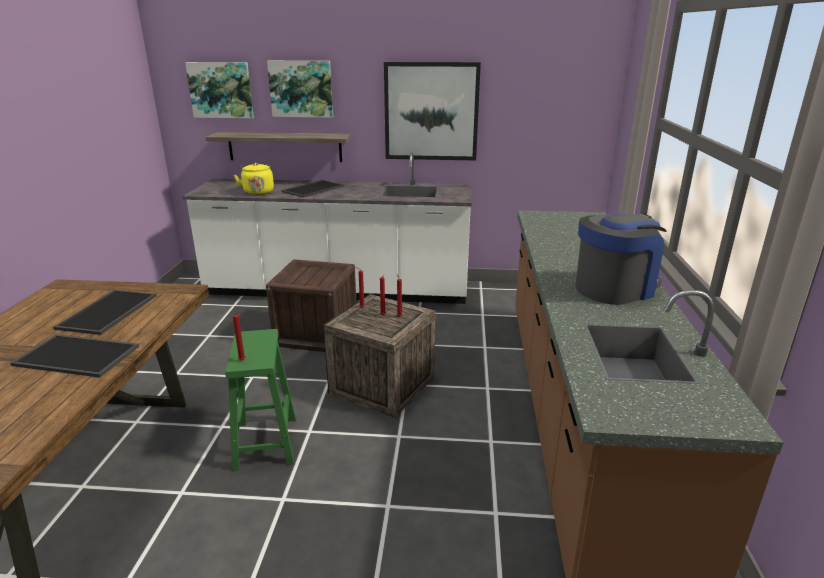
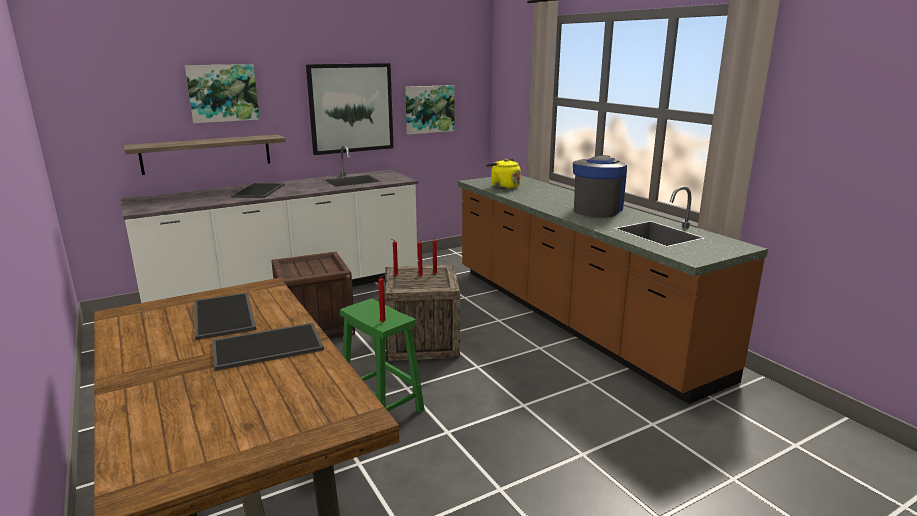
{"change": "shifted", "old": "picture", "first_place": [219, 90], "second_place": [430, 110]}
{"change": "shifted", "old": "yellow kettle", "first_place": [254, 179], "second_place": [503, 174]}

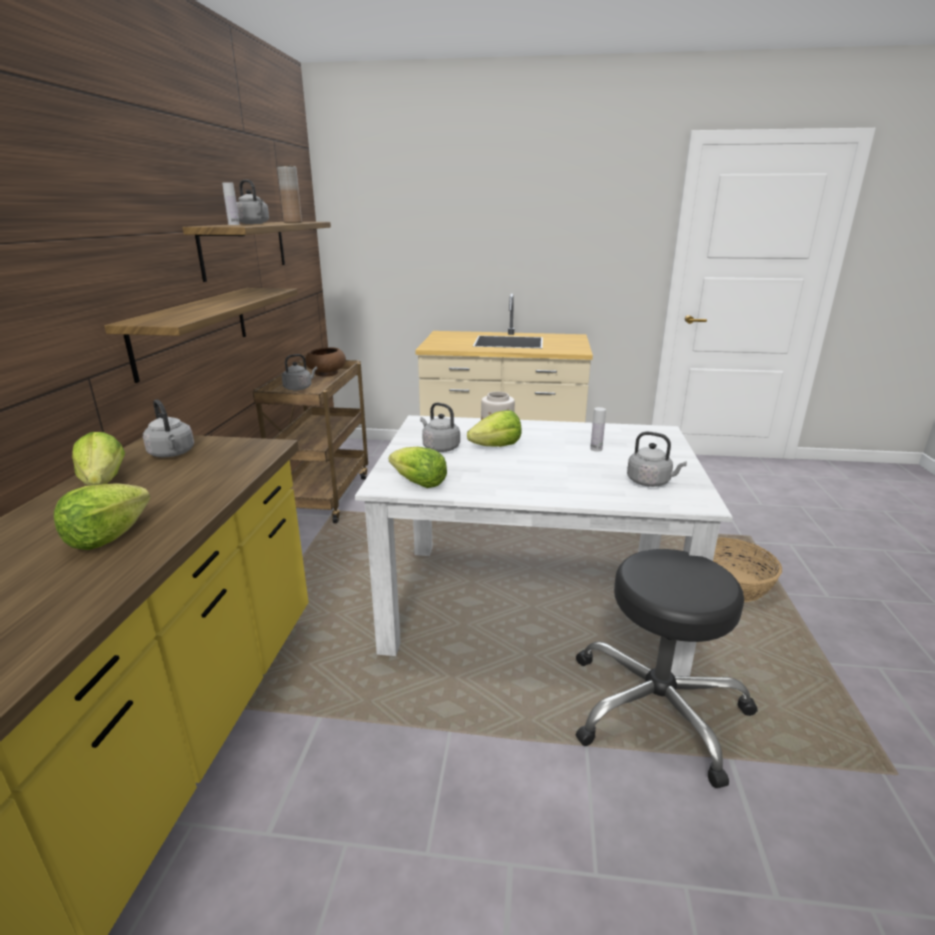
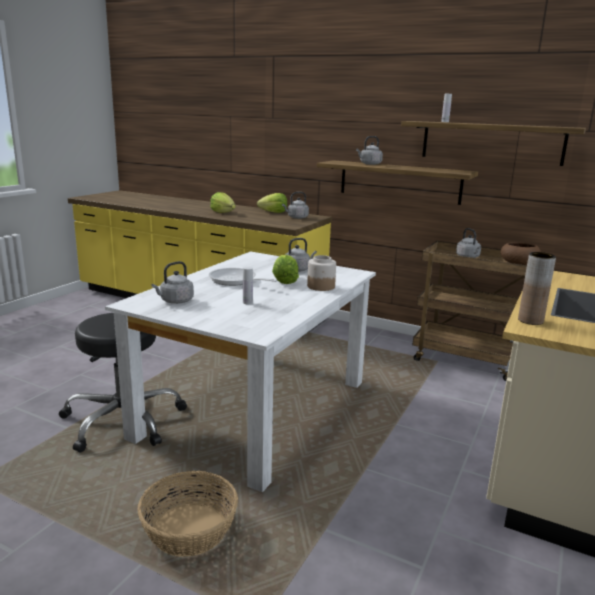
{"change": "shifted", "old": "brown vase", "first_place": [289, 194], "second_place": [537, 288]}
{"change": "shifted", "old": "grey kettle", "first_place": [252, 202], "second_place": [369, 150]}
{"change": "gone", "old": "lettuce", "first_place": [418, 467]}
{"change": "new", "new": "frying pan", "second_place": [243, 277]}

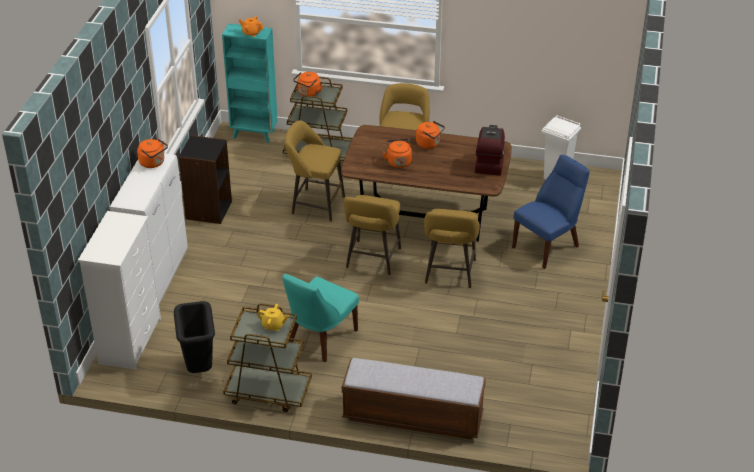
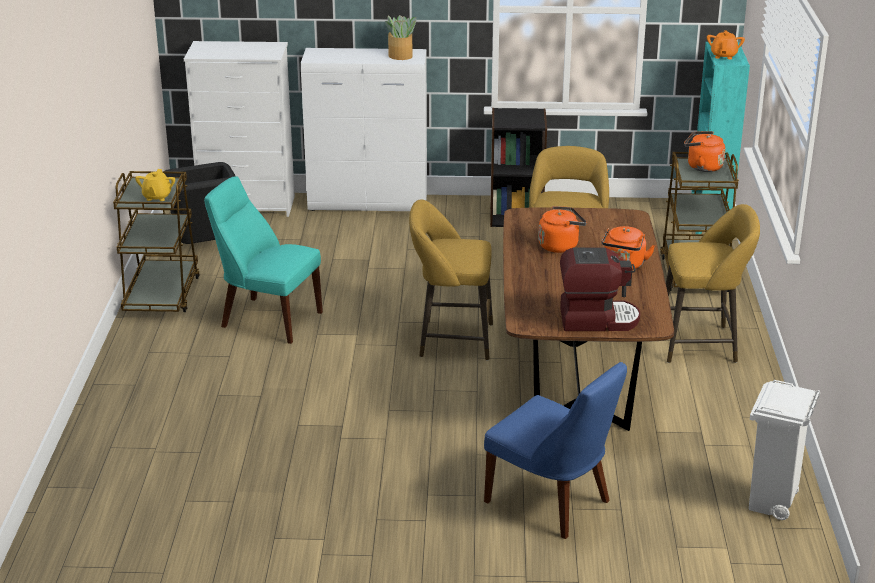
{"change": "swapped", "old": "orange kettle", "new": "potted plant", "first_place": [152, 153], "second_place": [400, 37]}
{"change": "gone", "old": "yellow stool", "first_place": [452, 248]}
{"change": "gone", "old": "bench", "first_place": [414, 399]}

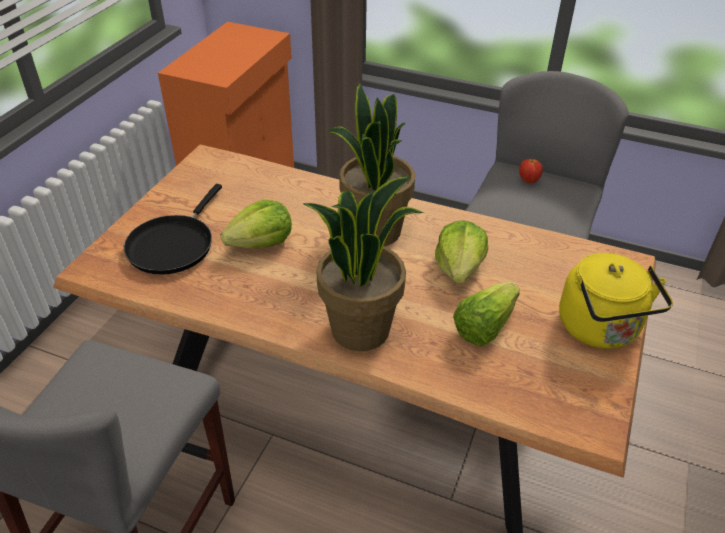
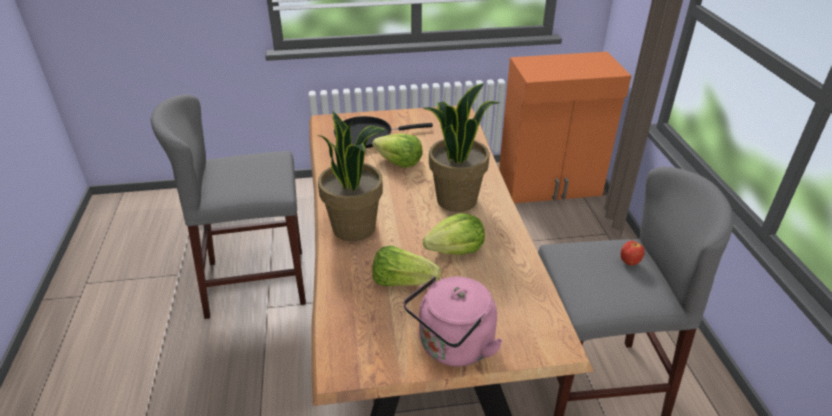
{"change": "repainted", "old": "yellow kettle", "new": "pink kettle", "first_place": [616, 301], "second_place": [453, 321]}

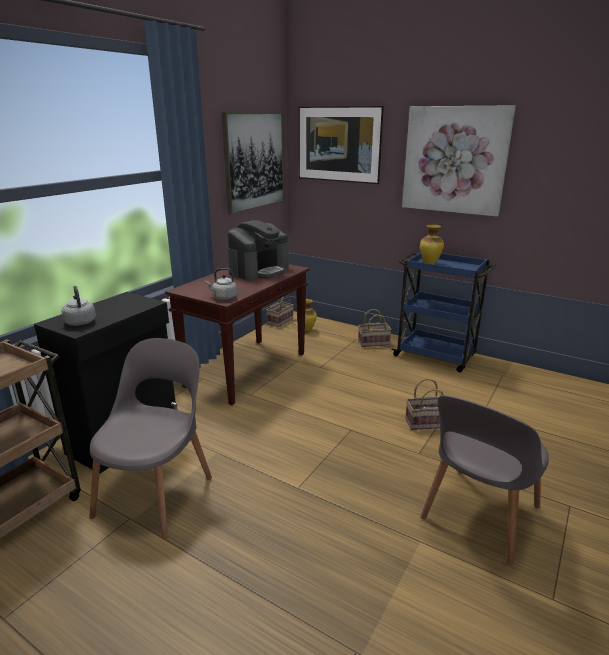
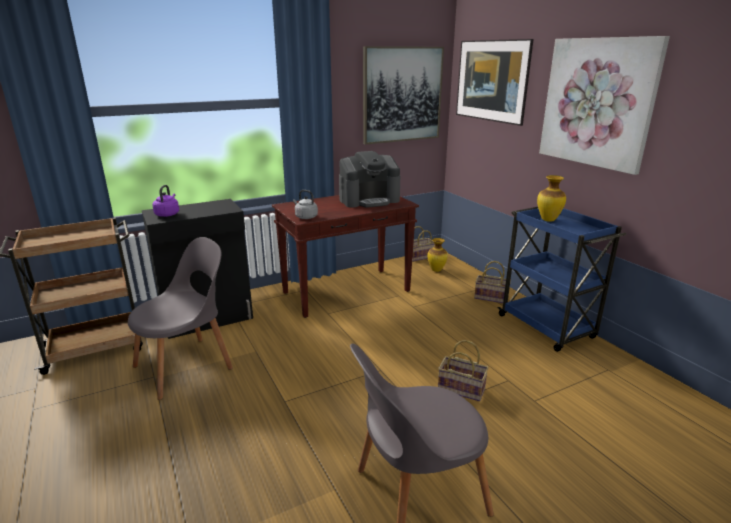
{"change": "repainted", "old": "grey kettle", "new": "purple kettle", "first_place": [79, 306], "second_place": [165, 201]}

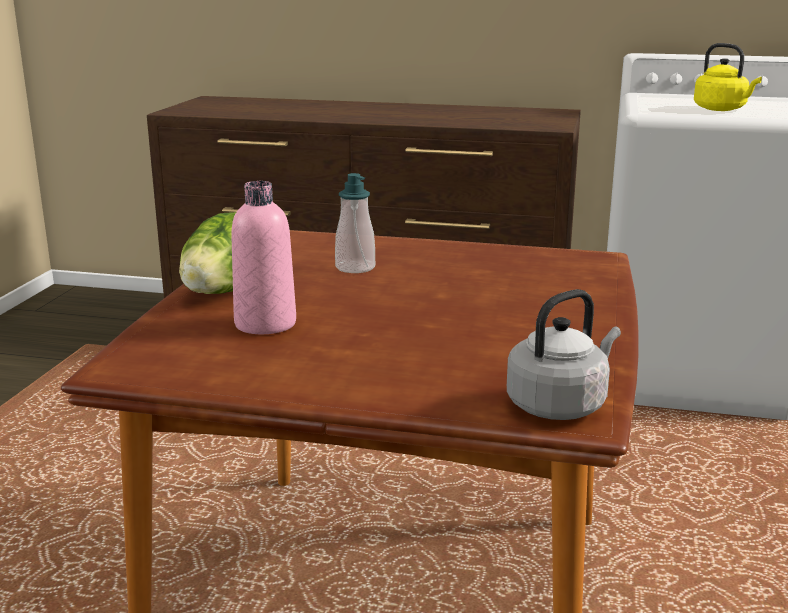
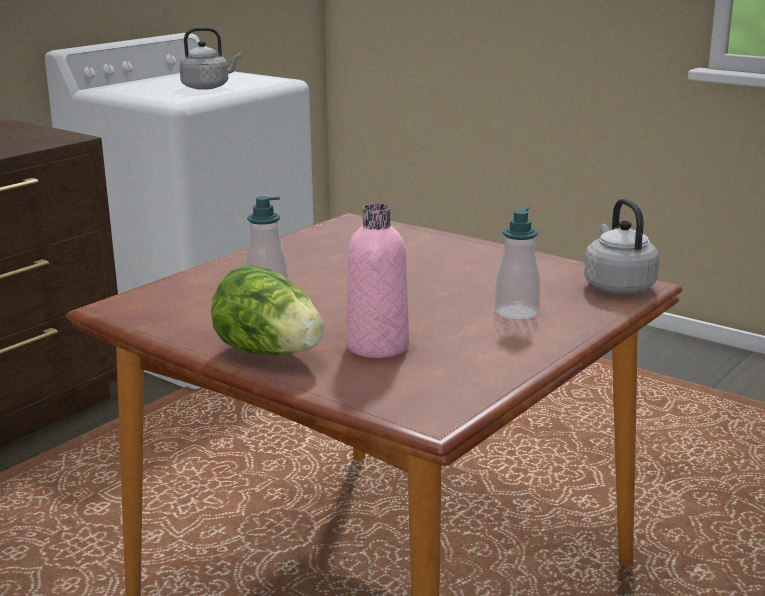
{"change": "repainted", "old": "yellow kettle", "new": "grey kettle", "first_place": [728, 77], "second_place": [210, 58]}
{"change": "new", "new": "soap dispenser", "second_place": [517, 263]}

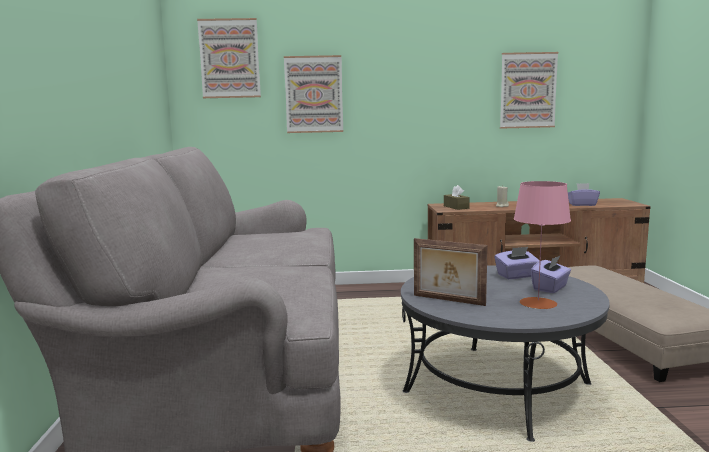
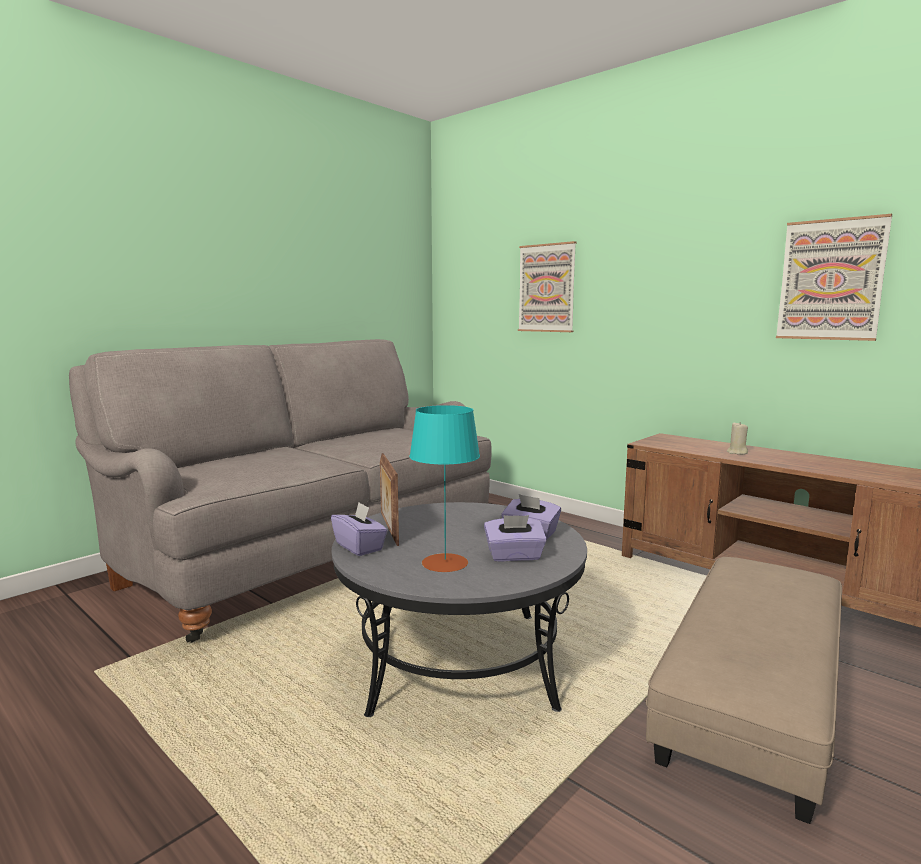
{"change": "gone", "old": "picture", "first_place": [229, 58]}
{"change": "repainted", "old": "pink table lamp", "new": "turquoise table lamp", "first_place": [542, 245], "second_place": [444, 488]}
{"change": "shifted", "old": "purple tissue box", "first_place": [584, 194], "second_place": [359, 529]}
{"change": "gone", "old": "brown tissue box", "first_place": [457, 197]}

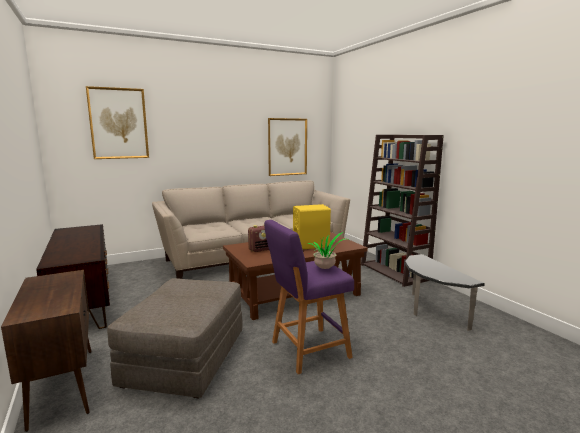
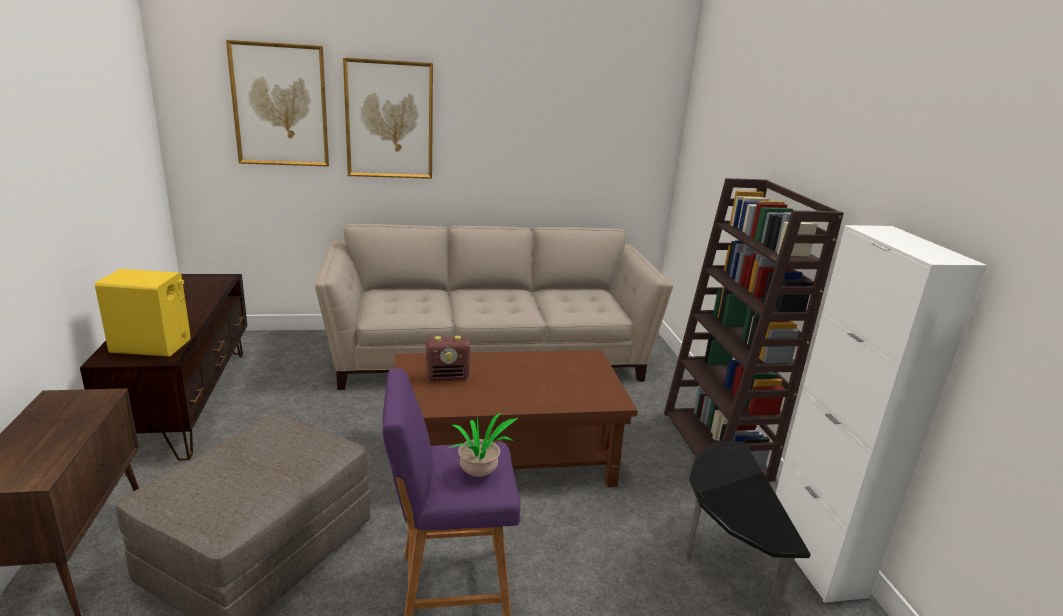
{"change": "shifted", "old": "picture", "first_place": [287, 147], "second_place": [388, 118]}
{"change": "shifted", "old": "yellow speaker", "first_place": [312, 226], "second_place": [143, 313]}
{"change": "new", "new": "white cabinet", "second_place": [881, 414]}

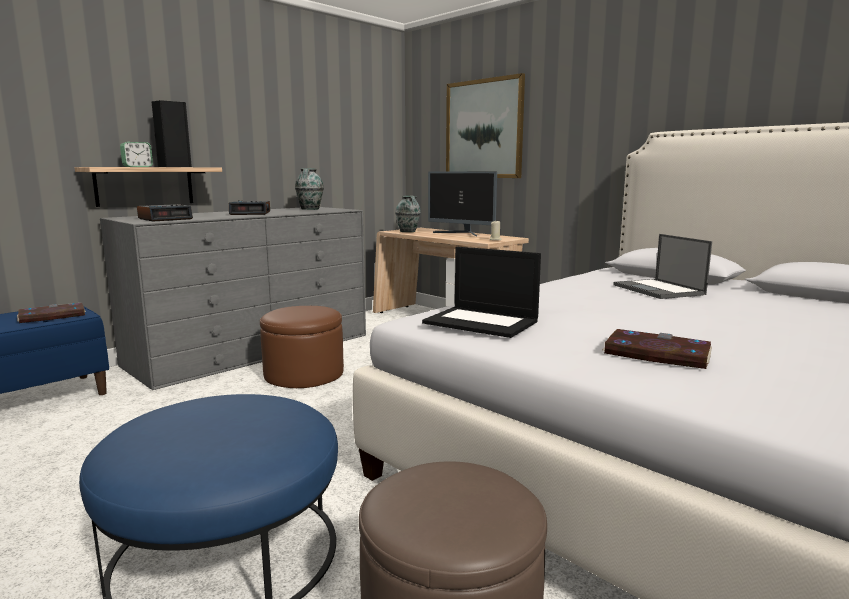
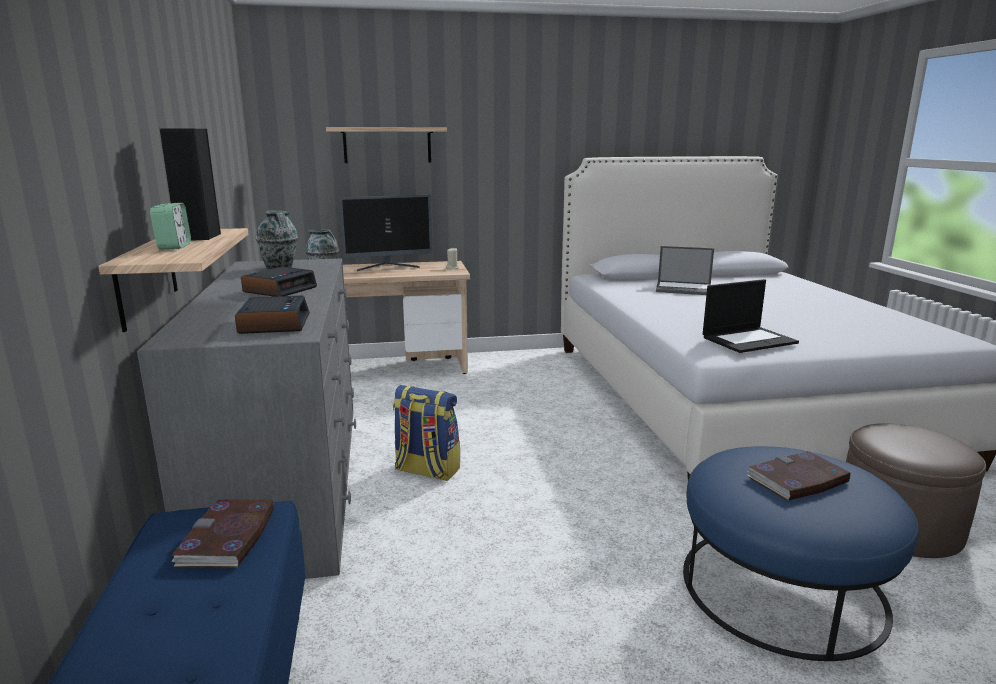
{"change": "swapped", "old": "picture", "new": "shelf", "first_place": [485, 125], "second_place": [386, 145]}
{"change": "swapped", "old": "brown ottoman", "new": "backpack", "first_place": [302, 347], "second_place": [426, 433]}
{"change": "shifted", "old": "book", "first_place": [657, 349], "second_place": [799, 476]}

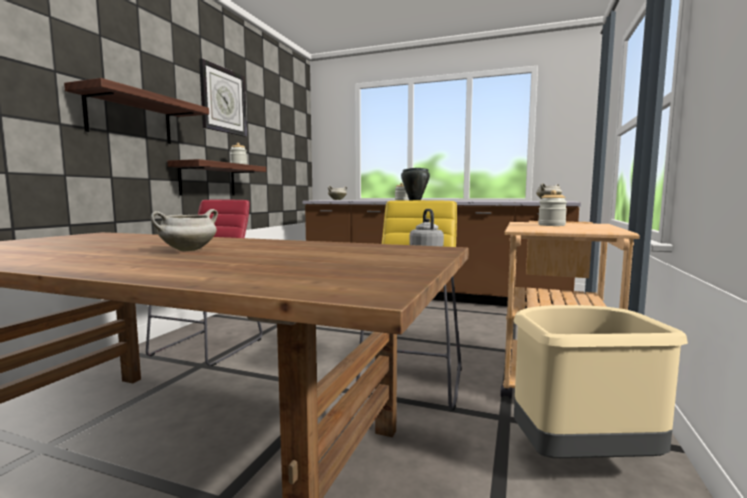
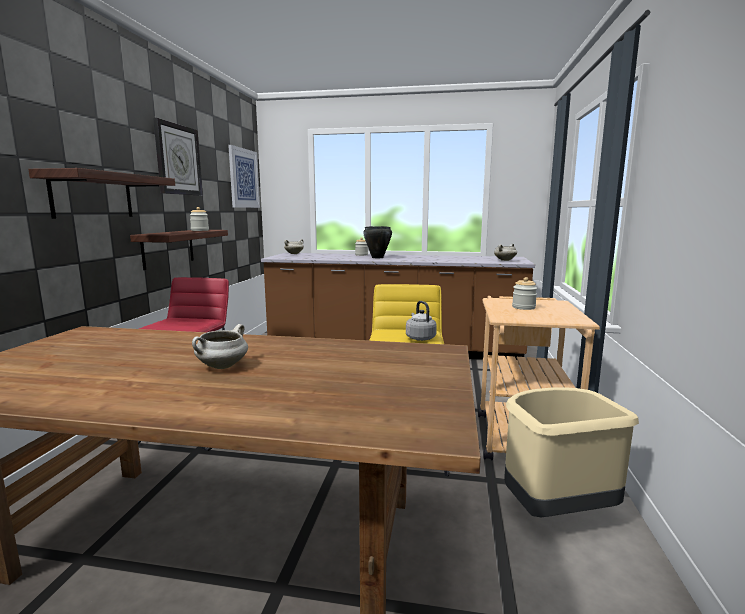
{"change": "new", "new": "picture", "second_place": [244, 176]}

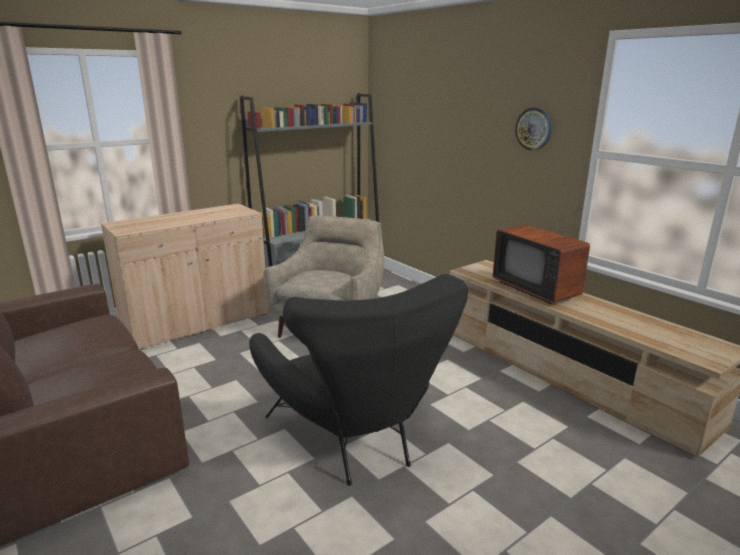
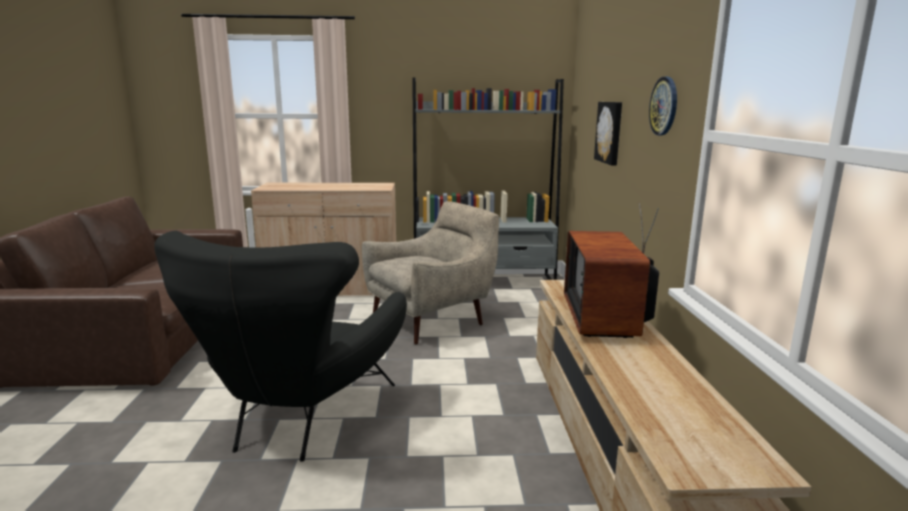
{"change": "new", "new": "picture", "second_place": [608, 134]}

